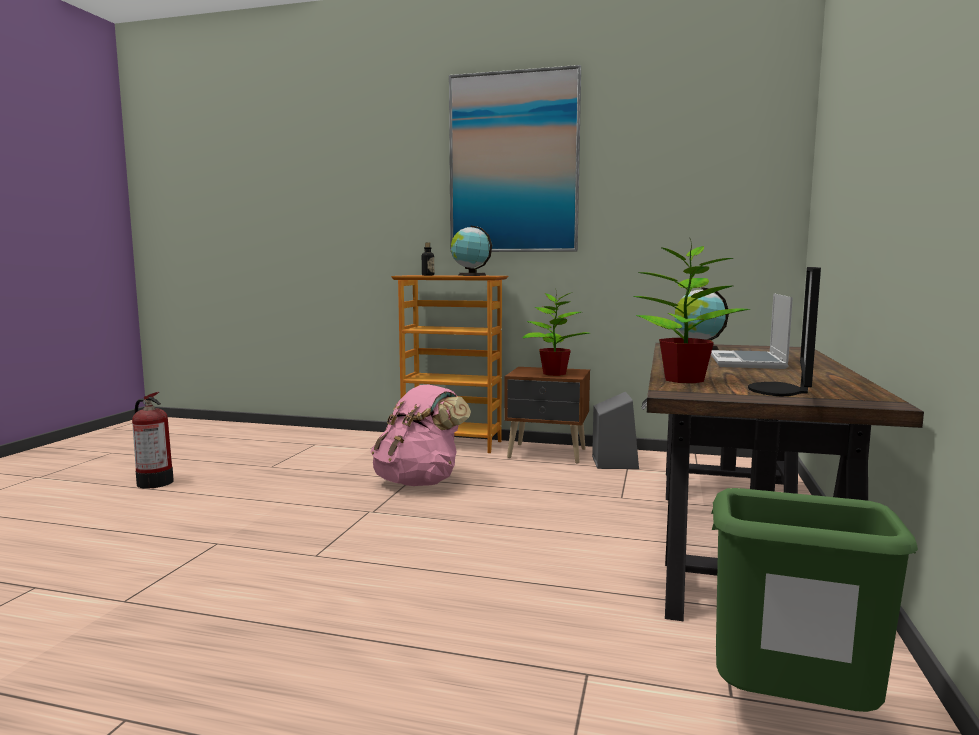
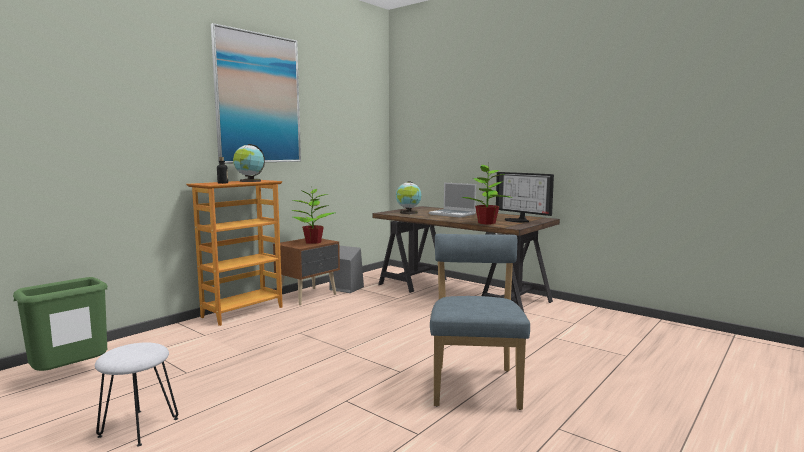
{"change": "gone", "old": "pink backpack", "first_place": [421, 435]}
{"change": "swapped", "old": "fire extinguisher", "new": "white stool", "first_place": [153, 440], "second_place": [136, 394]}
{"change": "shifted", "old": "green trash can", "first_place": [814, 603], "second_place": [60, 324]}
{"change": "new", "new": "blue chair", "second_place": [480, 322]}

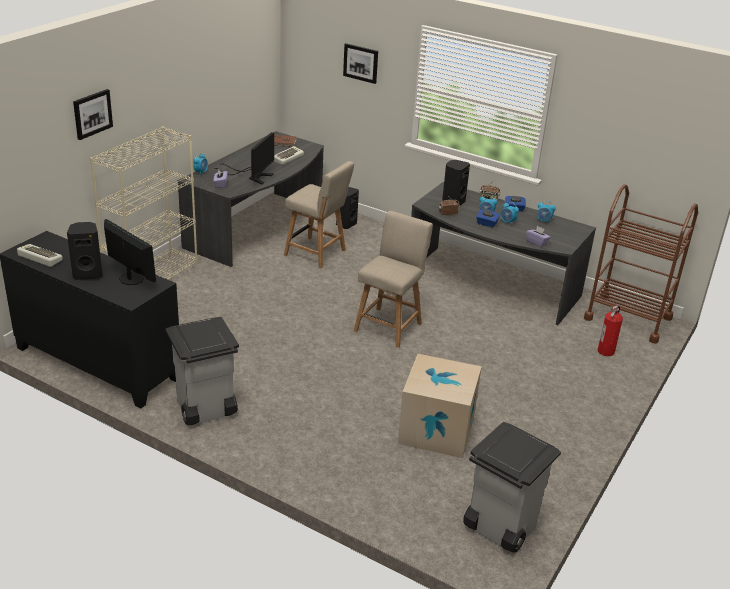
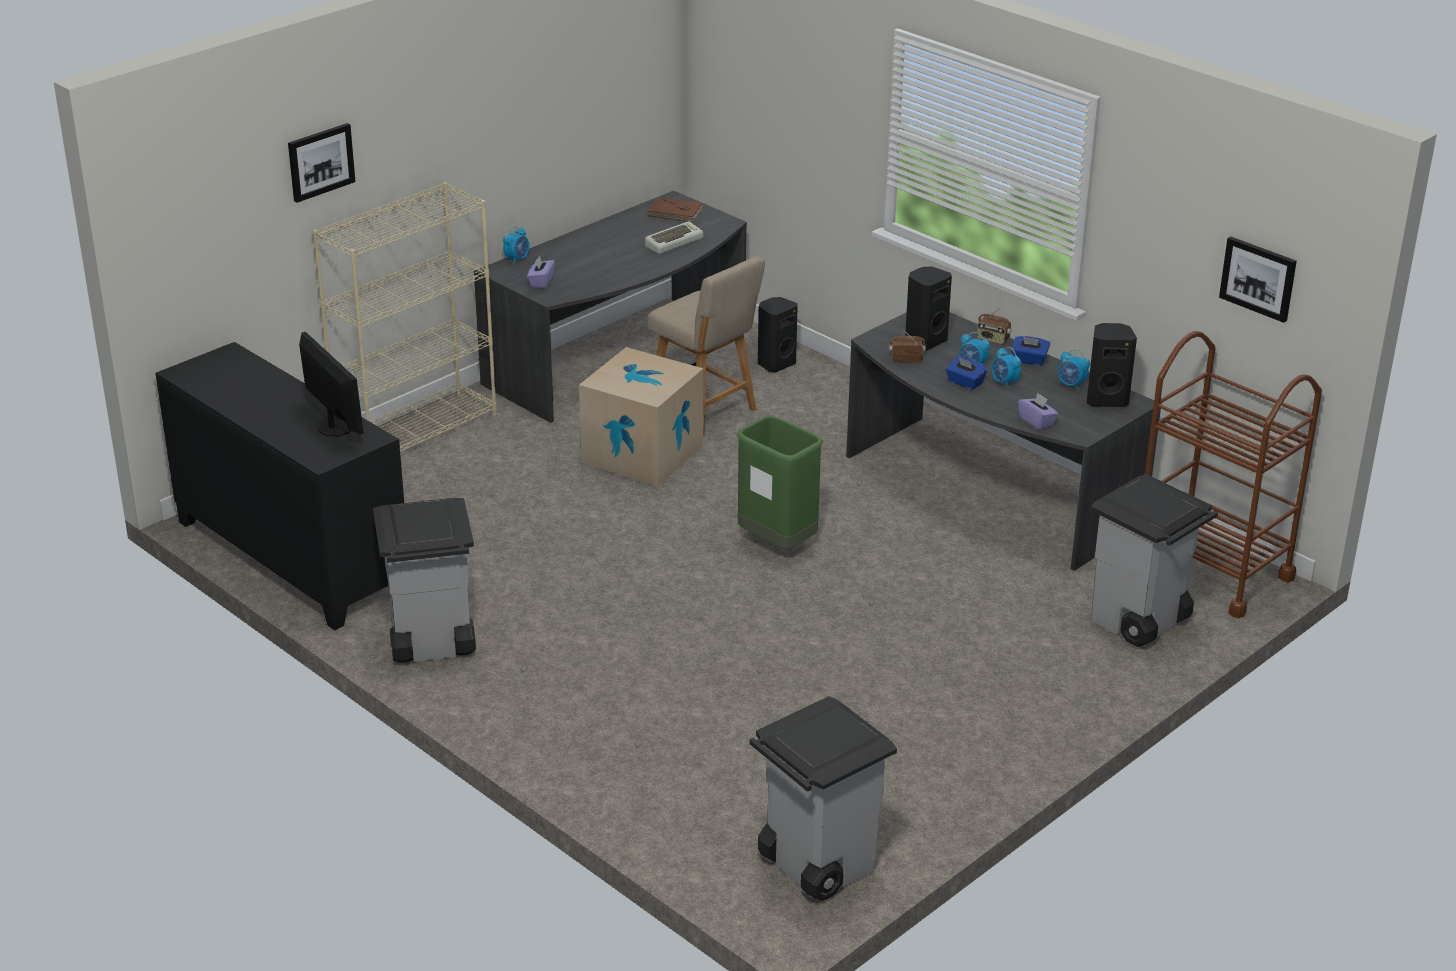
{"change": "shifted", "old": "picture", "first_place": [360, 63], "second_place": [1258, 279]}
{"change": "gone", "old": "monitor", "first_place": [244, 158]}
{"change": "swapped", "old": "beige chair", "new": "green trash can", "first_place": [393, 279], "second_place": [780, 482]}
{"change": "shifted", "old": "black speaker", "first_place": [85, 251], "second_place": [1112, 365]}
{"change": "gone", "old": "keyboard", "first_place": [40, 255]}
{"change": "swapped", "old": "fire extinguisher", "new": "grey trash can", "first_place": [610, 330], "second_place": [1154, 560]}
{"change": "shifted", "old": "cardboard box", "first_place": [440, 406], "second_place": [641, 416]}

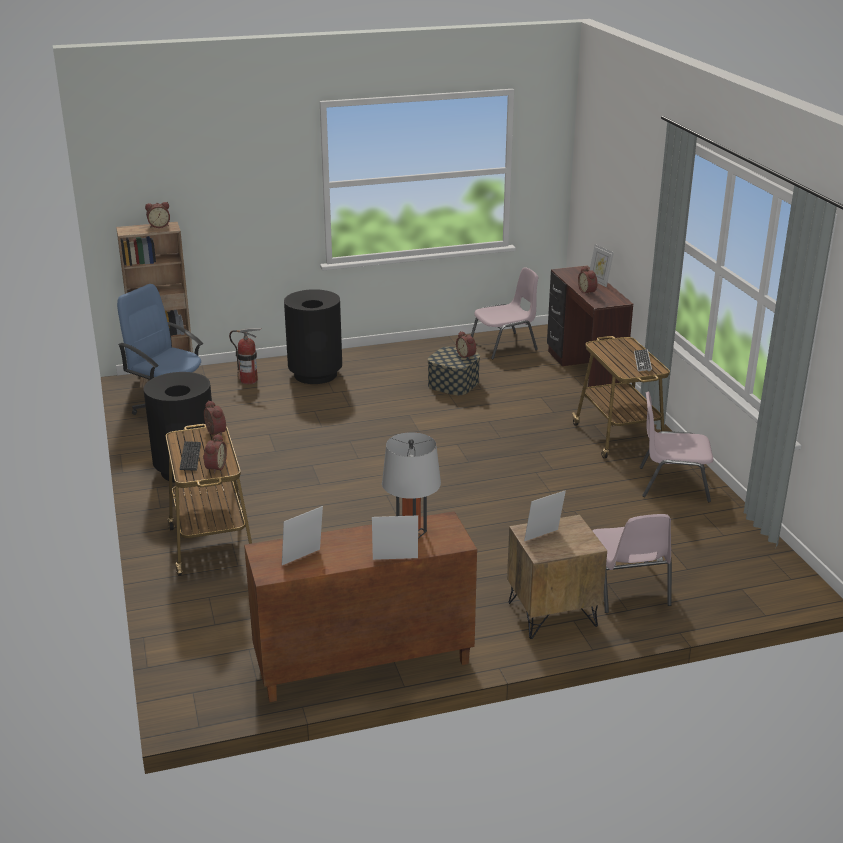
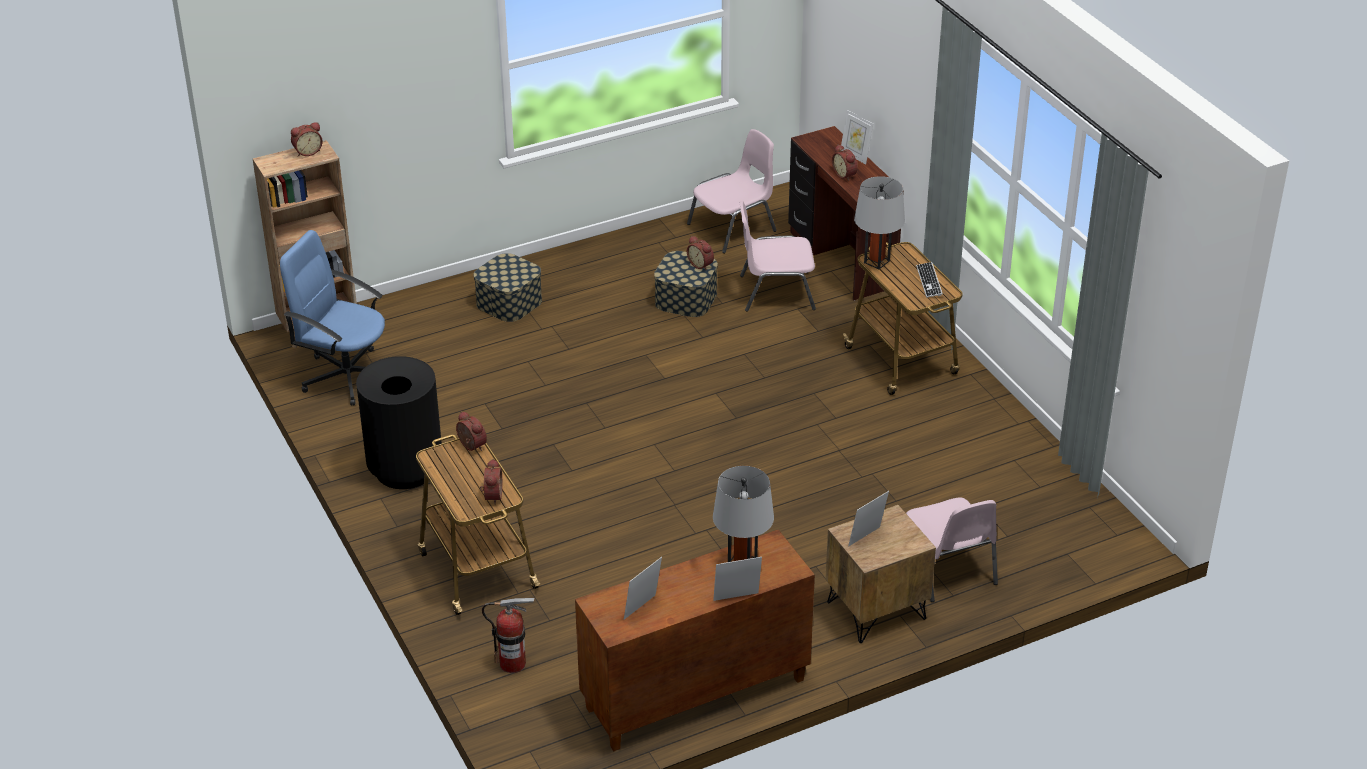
{"change": "swapped", "old": "black trash can", "new": "storage box", "first_place": [313, 336], "second_place": [507, 287]}
{"change": "shifted", "old": "fire extinguisher", "first_place": [245, 356], "second_place": [508, 635]}
{"change": "shifted", "old": "pink chair", "first_place": [676, 447], "second_place": [777, 256]}
{"change": "gone", "old": "keyboard", "first_place": [190, 456]}
{"change": "new", "new": "grey table lamp", "second_place": [879, 222]}

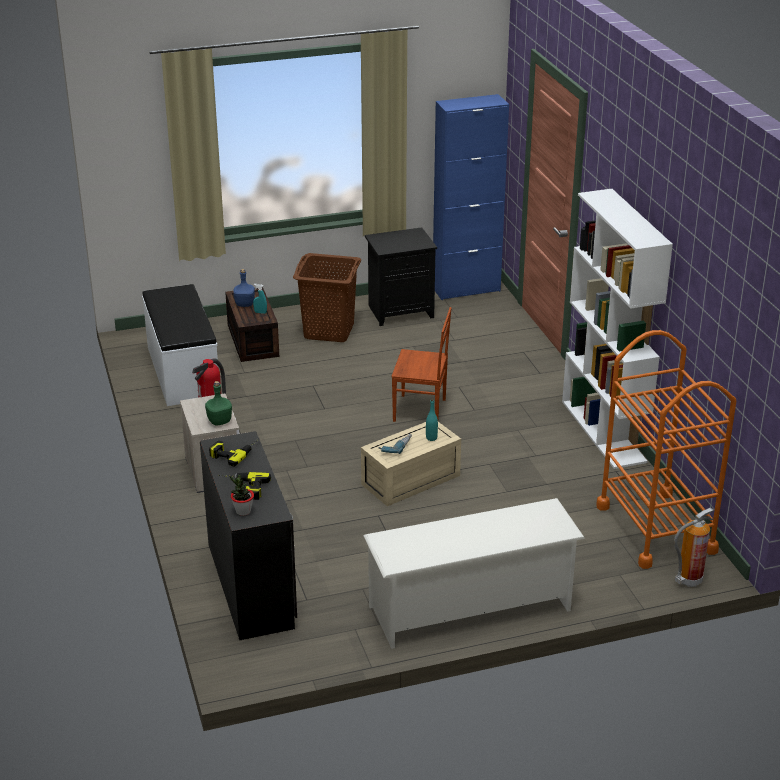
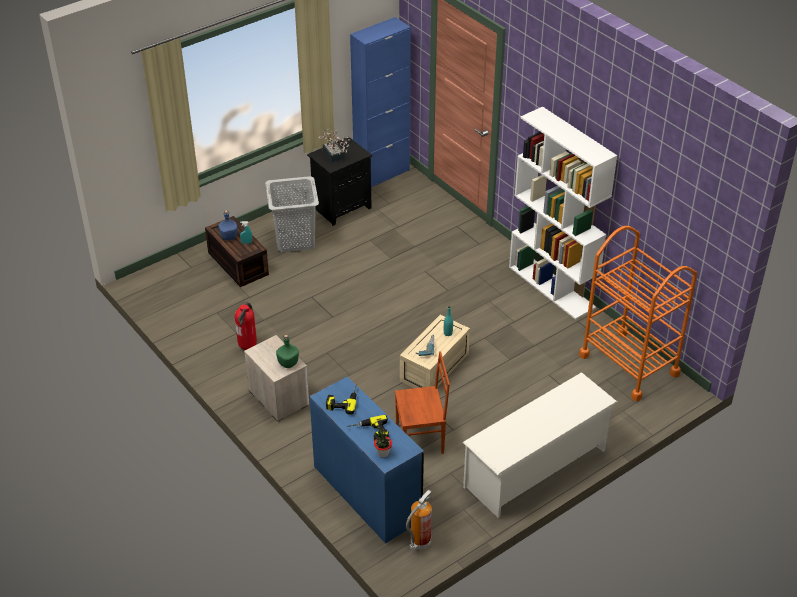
{"change": "repainted", "old": "brown laundry basket", "new": "grey laundry basket", "first_place": [327, 297], "second_place": [292, 214]}
{"change": "gone", "old": "white bench", "first_place": [180, 345]}
{"change": "shifted", "old": "brown chair", "first_place": [421, 364], "second_place": [422, 402]}
{"change": "repainted", "old": "black desk", "new": "blue desk", "first_place": [248, 535], "second_place": [366, 460]}
{"change": "shifted", "old": "fire extinguisher", "first_place": [694, 547], "second_place": [419, 520]}
{"change": "new", "new": "potted plant", "second_place": [334, 145]}

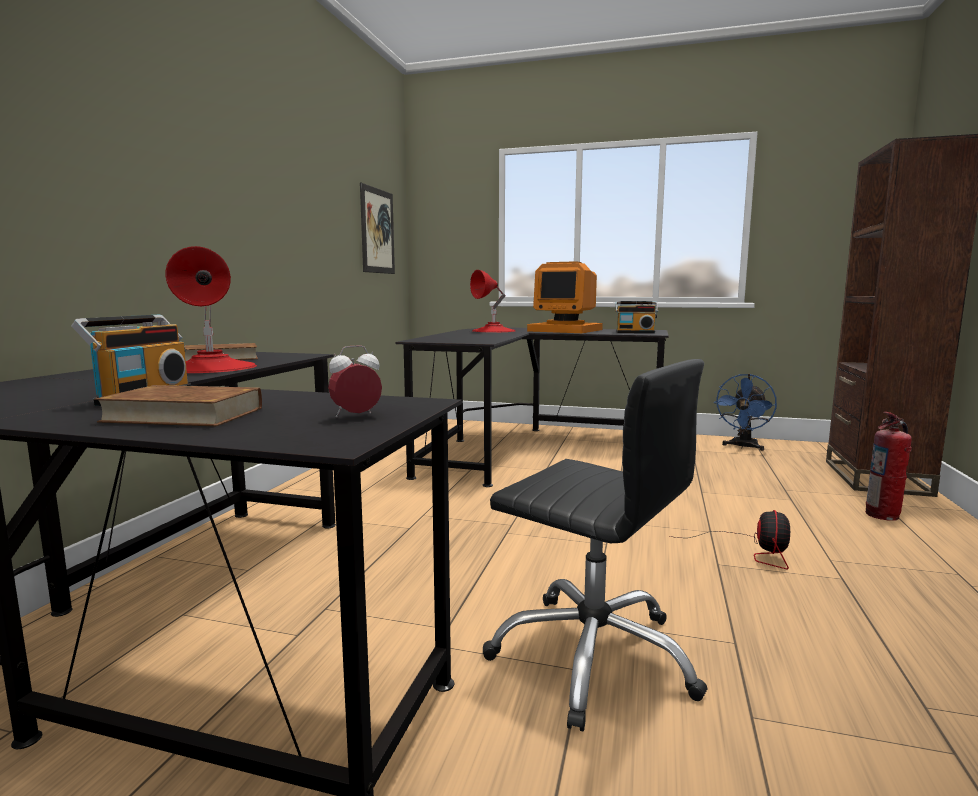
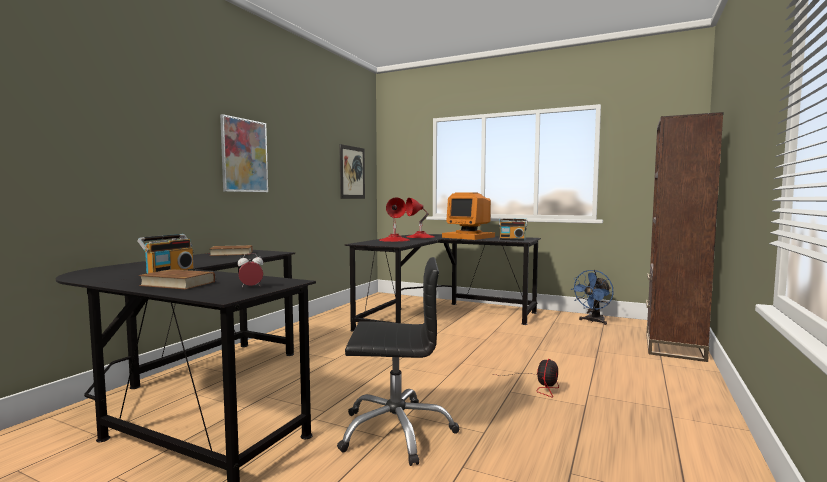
{"change": "shifted", "old": "red table lamp", "first_place": [211, 309], "second_place": [394, 219]}
{"change": "rotated", "old": "black office chair", "first_place": [595, 545], "second_place": [398, 361], "degrees": -45}
{"change": "gone", "old": "fire extinguisher", "first_place": [888, 466]}
{"change": "new", "new": "picture", "second_place": [244, 153]}

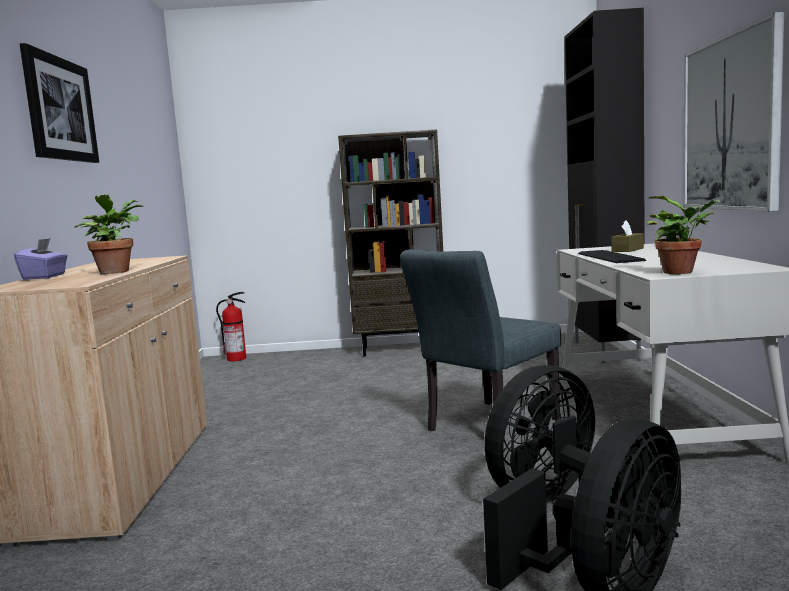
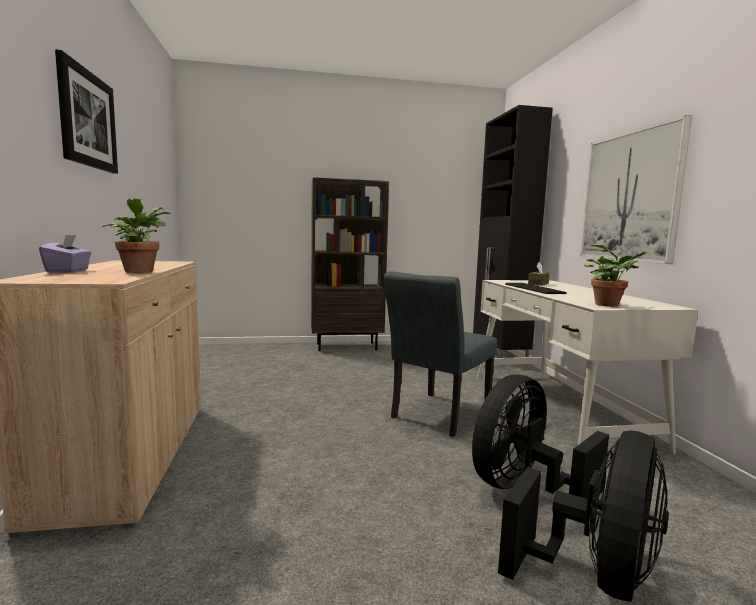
{"change": "gone", "old": "fire extinguisher", "first_place": [231, 326]}

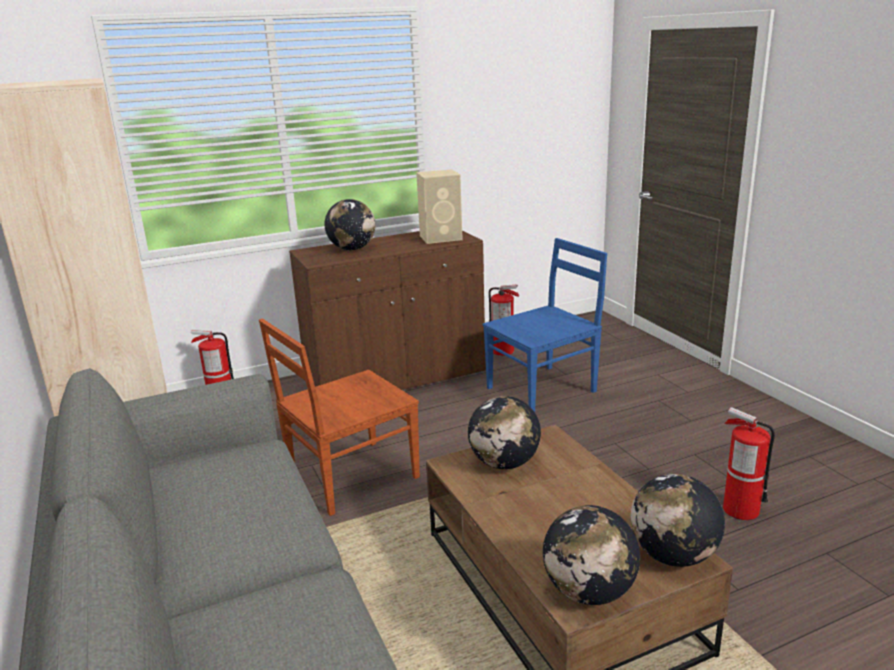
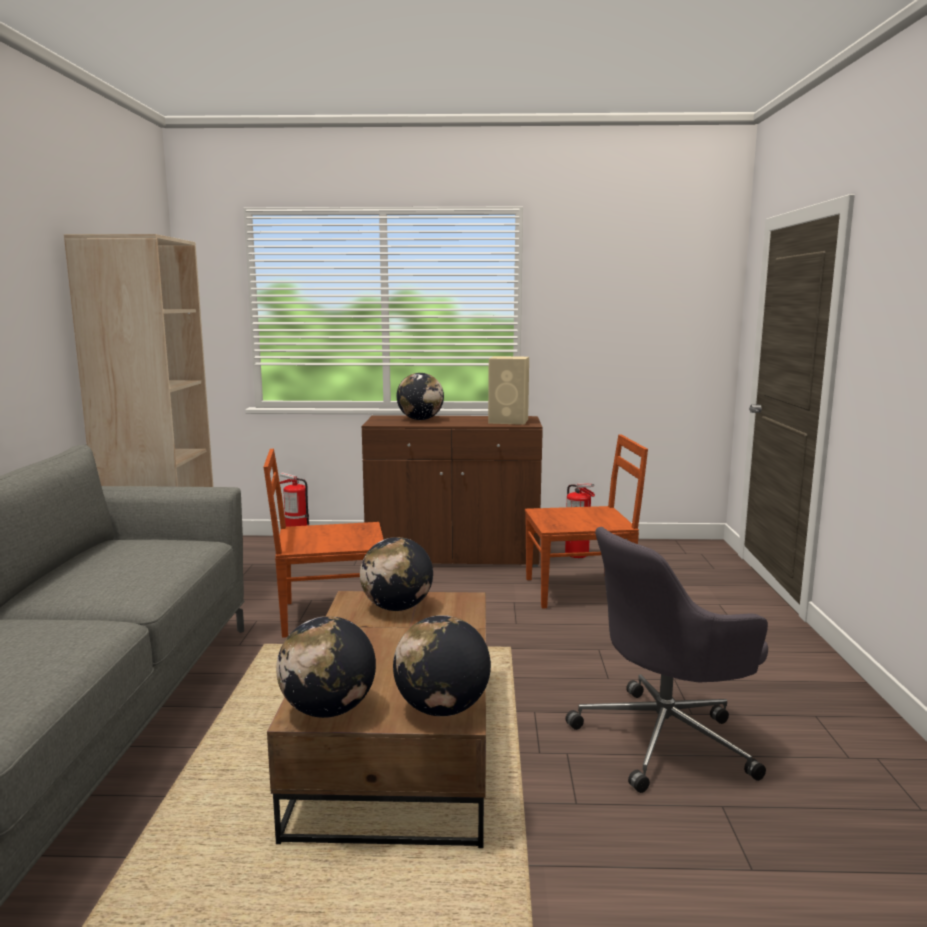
{"change": "repainted", "old": "blue chair", "new": "brown chair", "first_place": [545, 325], "second_place": [586, 521]}
{"change": "swapped", "old": "fire extinguisher", "new": "grey office chair", "first_place": [749, 463], "second_place": [667, 660]}

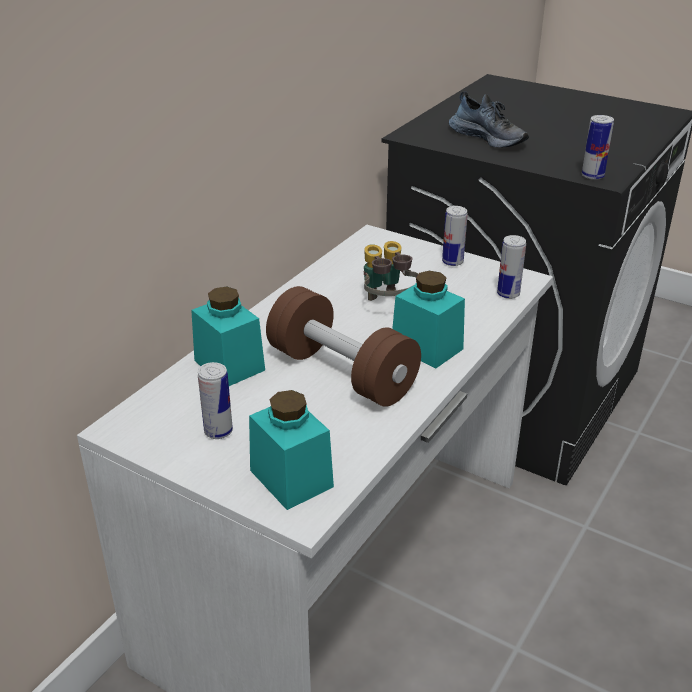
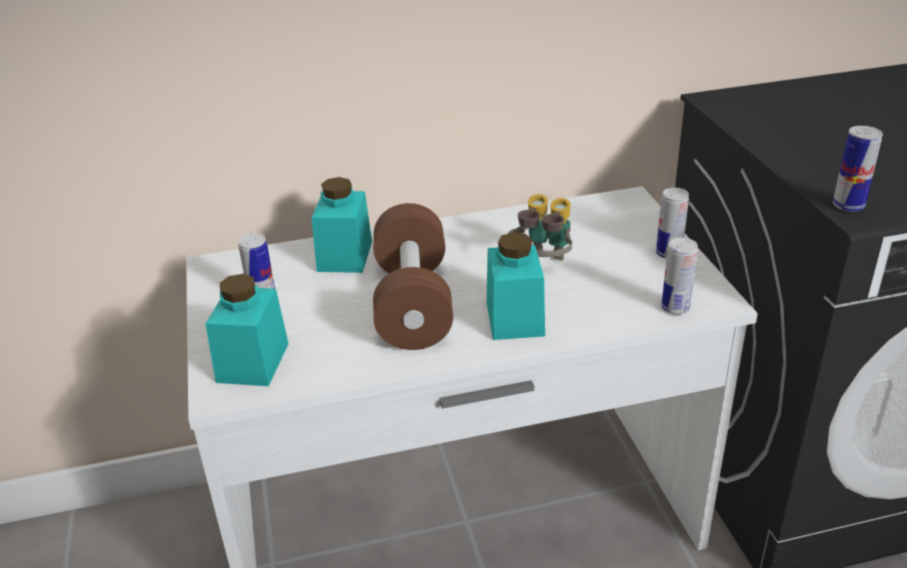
{"change": "gone", "old": "shoe", "first_place": [489, 119]}

